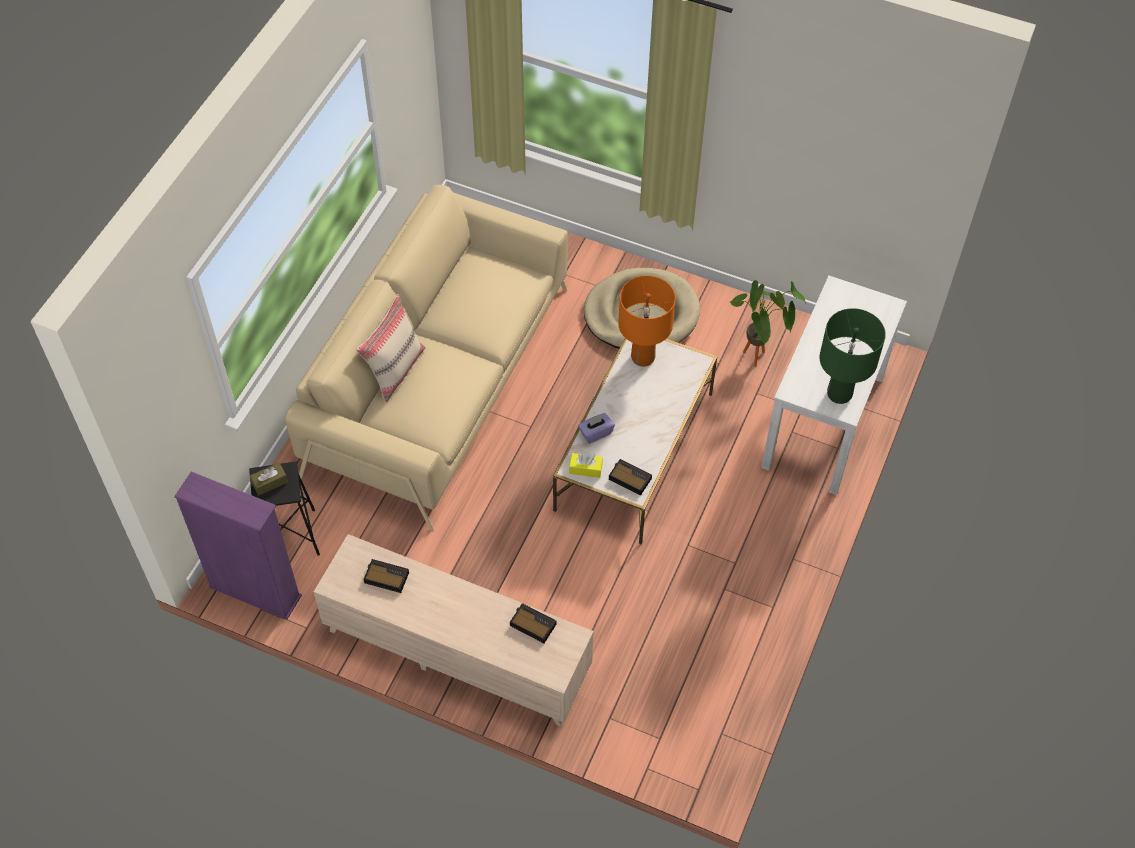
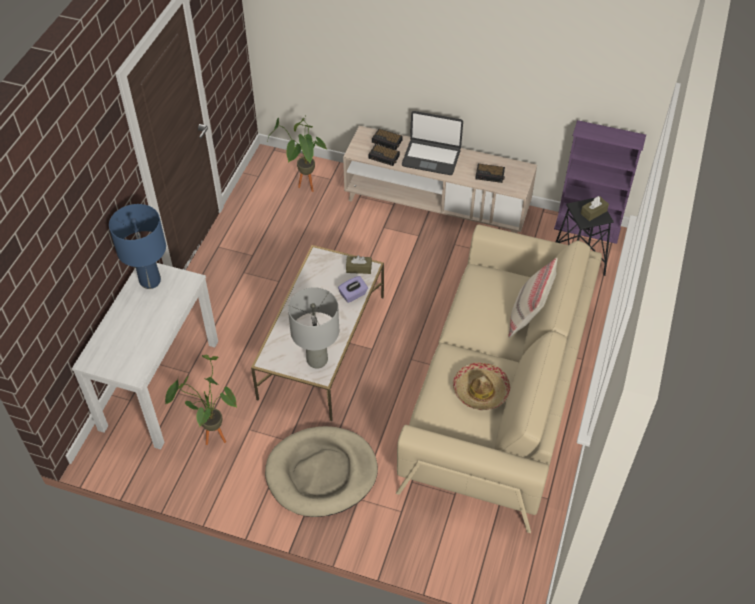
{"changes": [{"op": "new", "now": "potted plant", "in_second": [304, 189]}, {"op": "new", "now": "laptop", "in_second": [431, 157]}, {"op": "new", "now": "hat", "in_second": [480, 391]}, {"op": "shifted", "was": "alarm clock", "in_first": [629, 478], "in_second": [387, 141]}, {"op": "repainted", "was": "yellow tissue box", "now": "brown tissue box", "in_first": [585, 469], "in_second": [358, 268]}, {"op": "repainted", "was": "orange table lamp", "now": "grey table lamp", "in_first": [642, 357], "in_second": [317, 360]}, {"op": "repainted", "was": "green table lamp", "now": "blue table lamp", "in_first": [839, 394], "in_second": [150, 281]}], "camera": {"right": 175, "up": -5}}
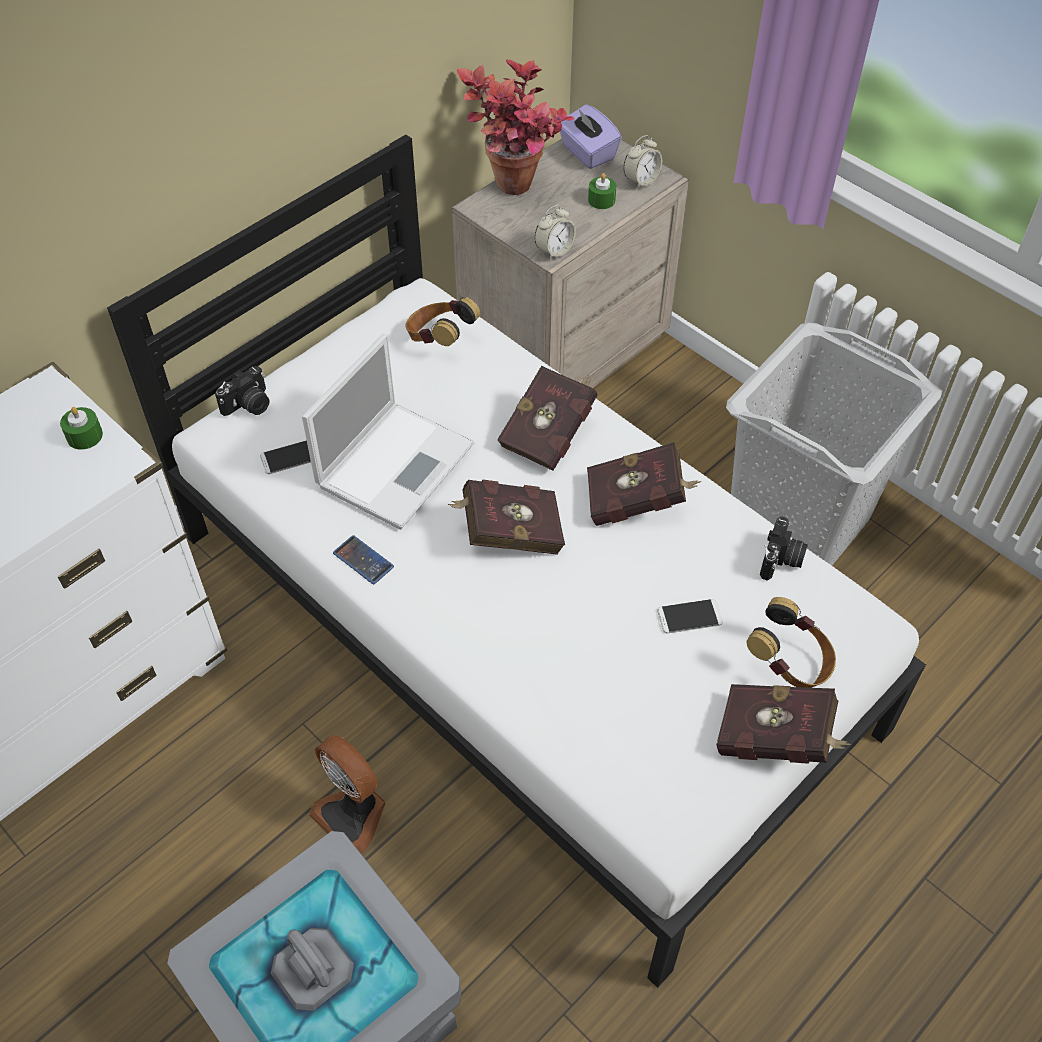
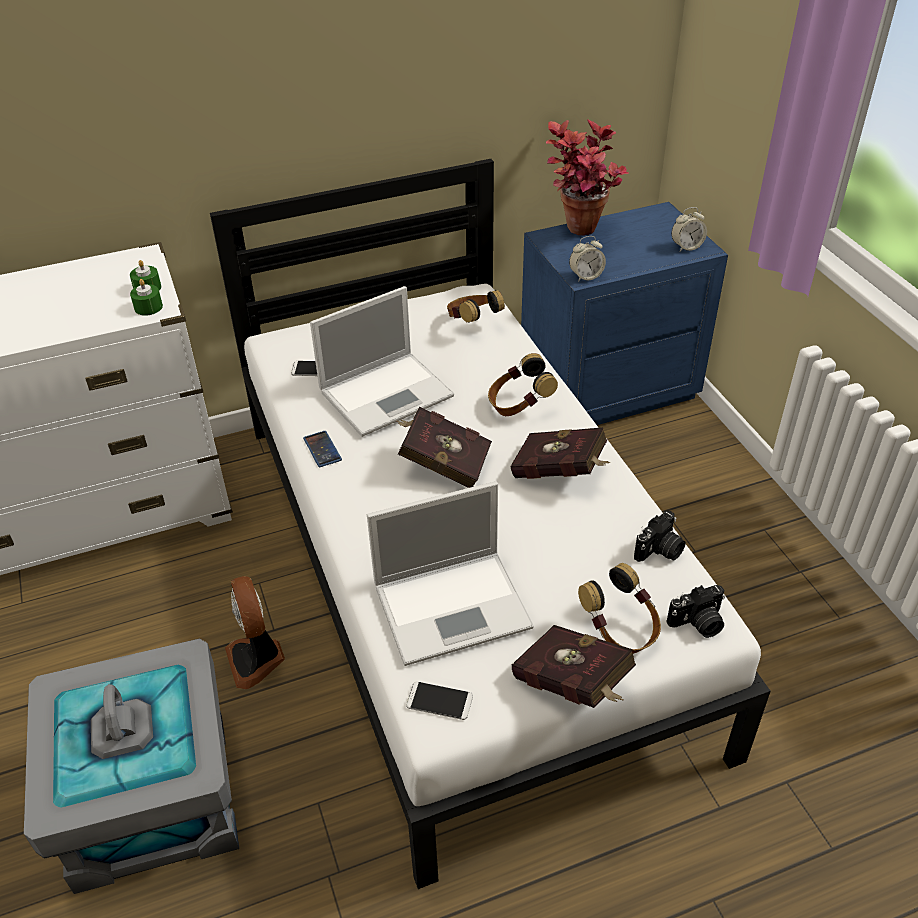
{"changes": [{"op": "gone", "was": "purple tissue box", "in_first": [587, 153]}, {"op": "gone", "was": "grey laundry basket", "in_first": [800, 520]}, {"op": "new", "now": "laptop", "in_second": [455, 605]}, {"op": "shifted", "was": "photo camera", "in_first": [249, 405], "in_second": [698, 623]}, {"op": "shifted", "was": "green candle", "in_first": [601, 200], "in_second": [148, 307]}, {"op": "shifted", "was": "phone", "in_first": [689, 617], "in_second": [439, 701]}, {"op": "swapped", "was": "red book", "now": "headphones", "in_first": [550, 433], "in_second": [519, 405]}, {"op": "repainted", "was": "beige nightstand", "now": "blue nightstand", "in_first": [562, 348], "in_second": [607, 386]}], "camera": {"right": 25, "up": -10}}
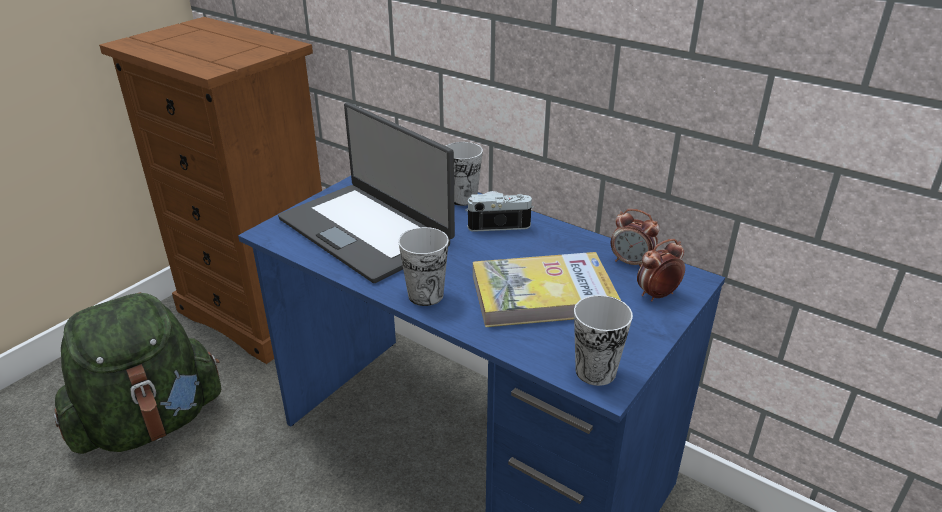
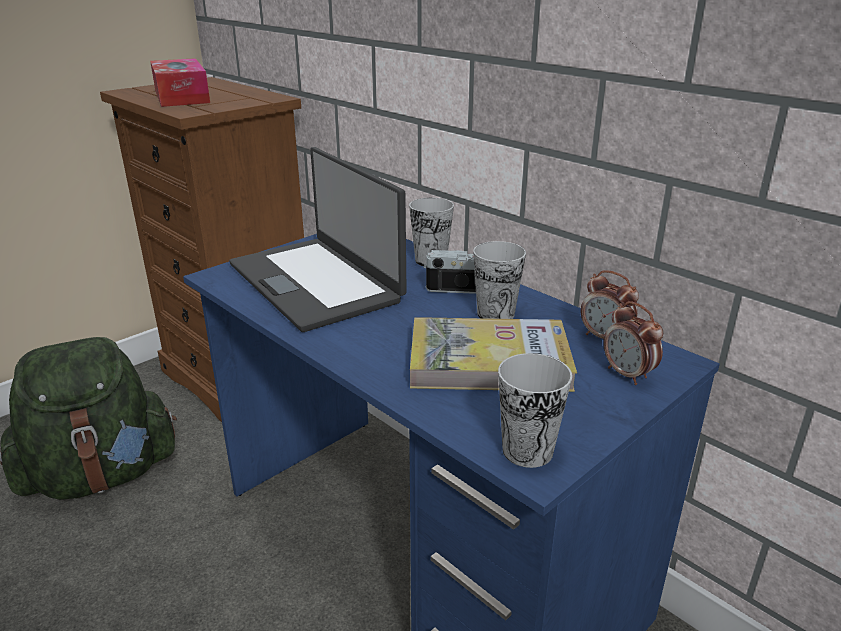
{"changes": [{"op": "new", "now": "tissue box", "in_second": [181, 96]}, {"op": "shifted", "was": "cup", "in_first": [425, 295], "in_second": [495, 314]}, {"op": "rotated", "was": "alarm clock", "in_first": [657, 295], "in_second": [628, 374], "clockwise": -105}], "camera": {"right": 10, "up": -5}}
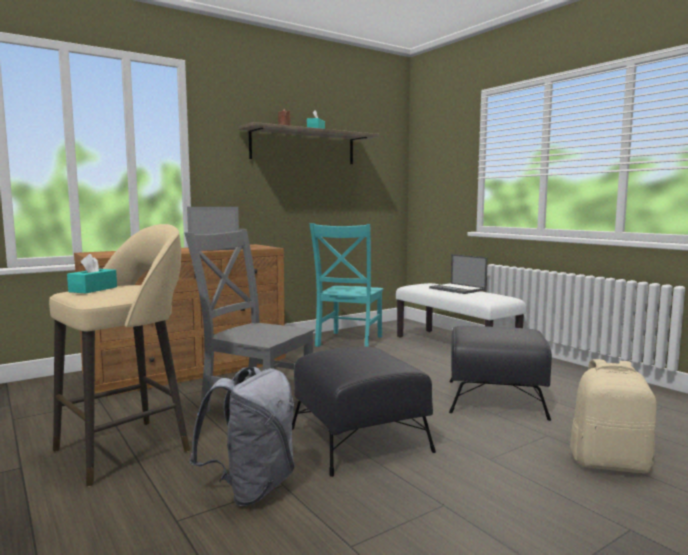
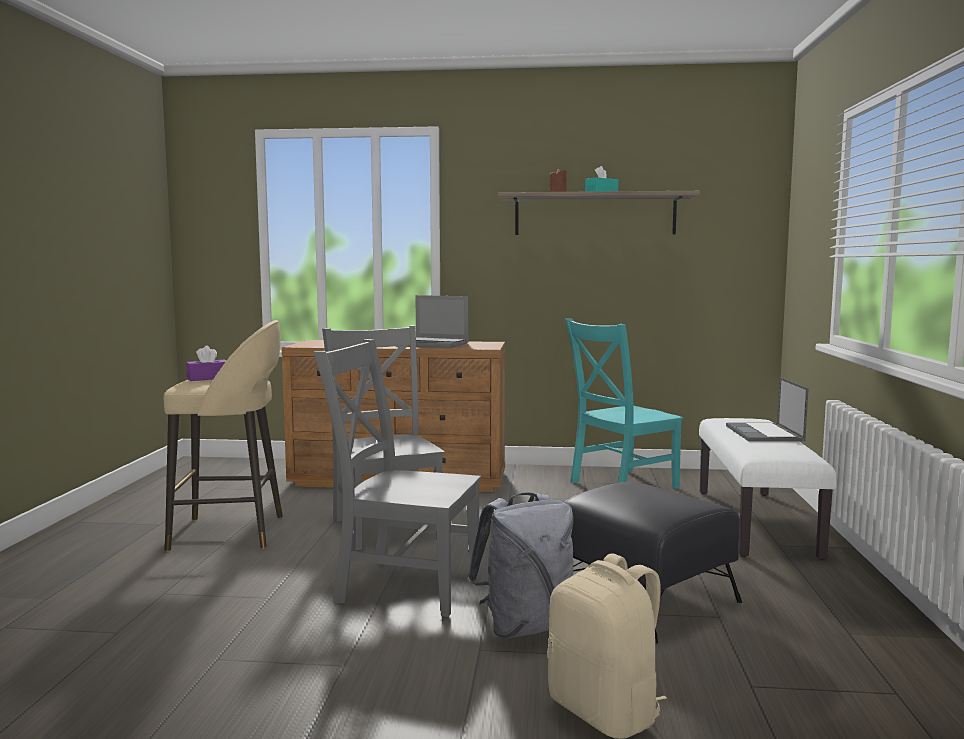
{"changes": [{"op": "shifted", "was": "grey backpack", "in_first": [251, 488], "in_second": [525, 626]}, {"op": "swapped", "was": "black ottoman", "now": "grey chair", "in_first": [359, 439], "in_second": [403, 585]}, {"op": "repainted", "was": "turquoise tissue box", "now": "purple tissue box", "in_first": [93, 289], "in_second": [208, 378]}], "camera": {"right": 40, "up": 0}}
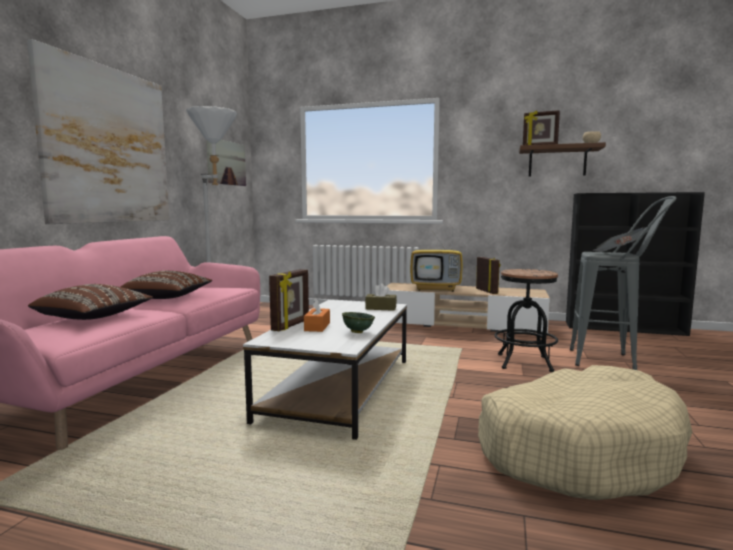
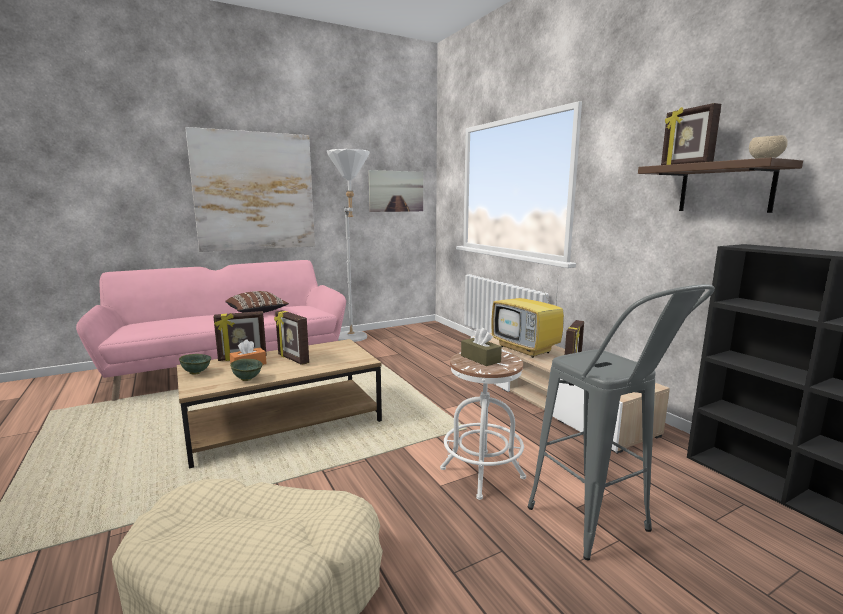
{"changes": [{"op": "gone", "was": "brown pillow", "in_first": [94, 317]}, {"op": "gone", "was": "newspaper", "in_first": [618, 254]}, {"op": "new", "now": "green bowl", "in_second": [196, 372]}, {"op": "new", "now": "picture frame", "in_second": [292, 359]}, {"op": "shifted", "was": "brown tissue box", "in_first": [381, 308], "in_second": [480, 359]}, {"op": "repainted", "was": "white coffee table", "now": "brown coffee table", "in_first": [339, 388], "in_second": [284, 423]}, {"op": "repainted", "was": "black stool", "now": "white stool", "in_first": [524, 362], "in_second": [482, 473]}], "camera": {"right": 45, "up": 5}}
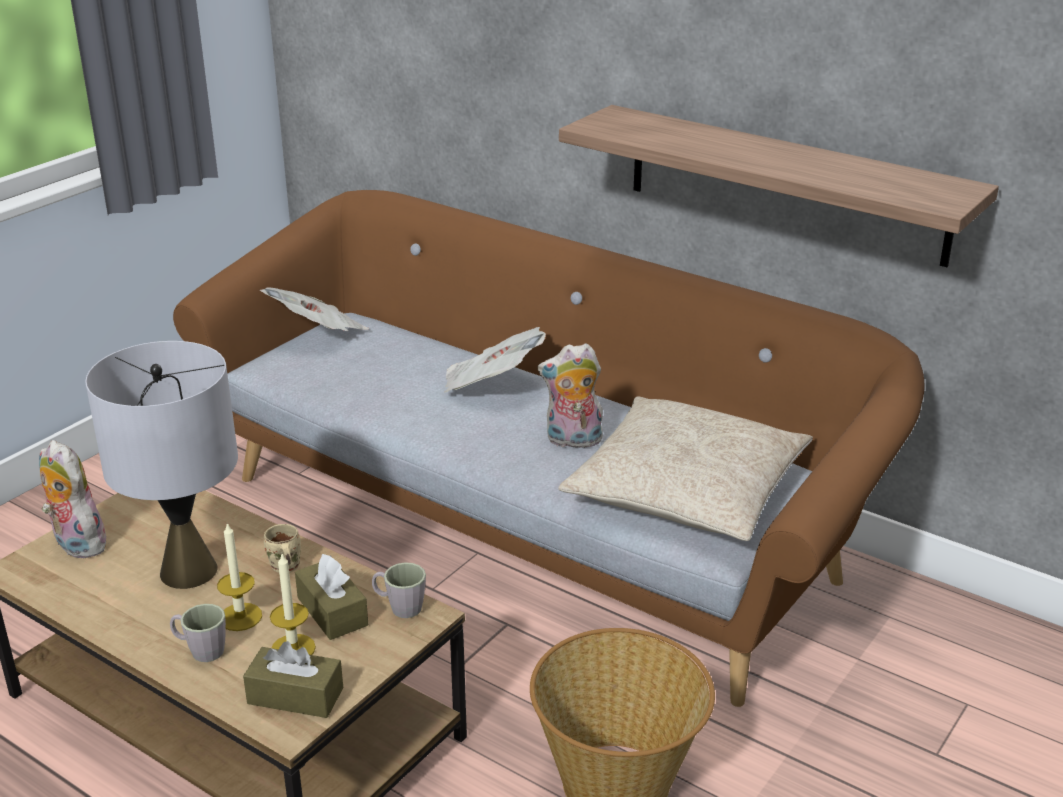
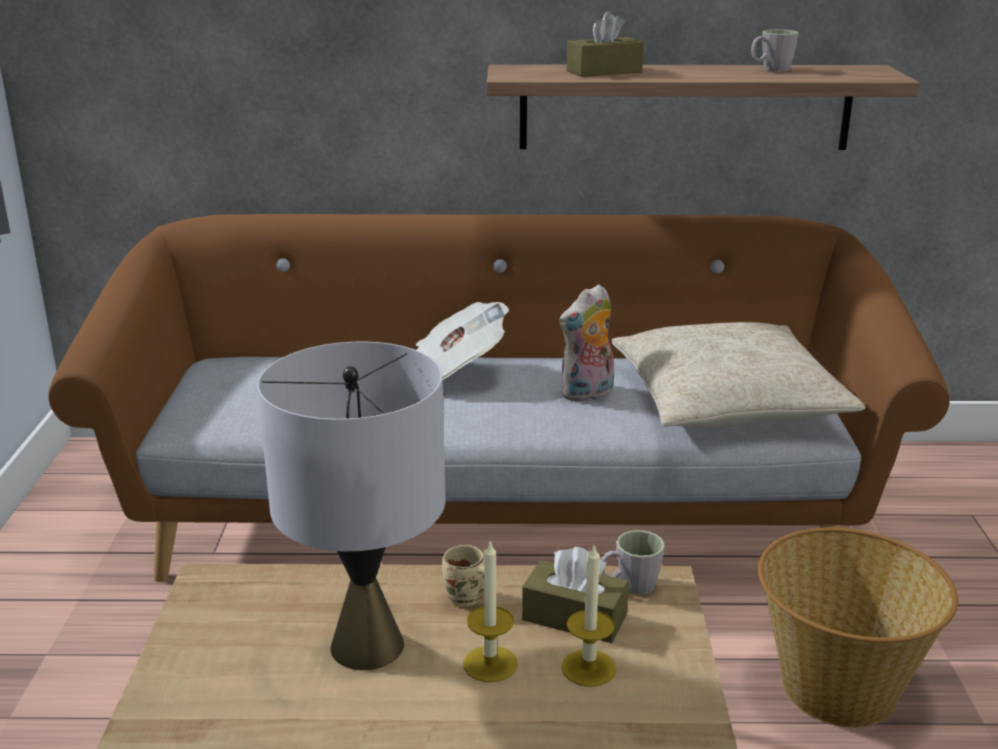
{"changes": [{"op": "gone", "was": "plush toy", "in_first": [76, 544]}, {"op": "gone", "was": "newspaper", "in_first": [317, 333]}, {"op": "shifted", "was": "grey mug", "in_first": [200, 650], "in_second": [770, 69]}, {"op": "shifted", "was": "brown tissue box", "in_first": [295, 696], "in_second": [604, 71]}], "camera": {"right": -35, "up": -5}}
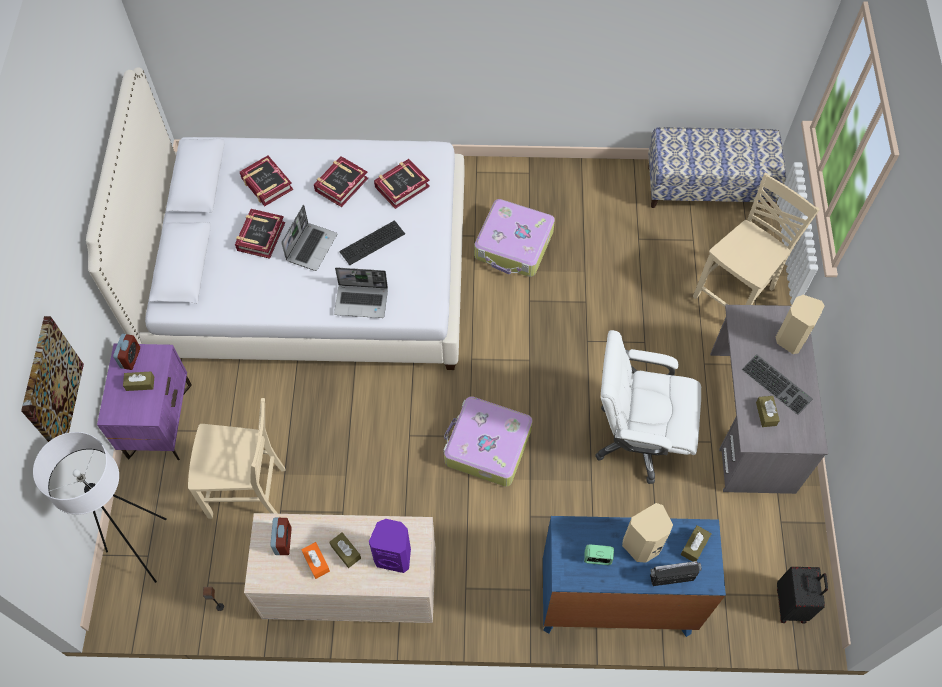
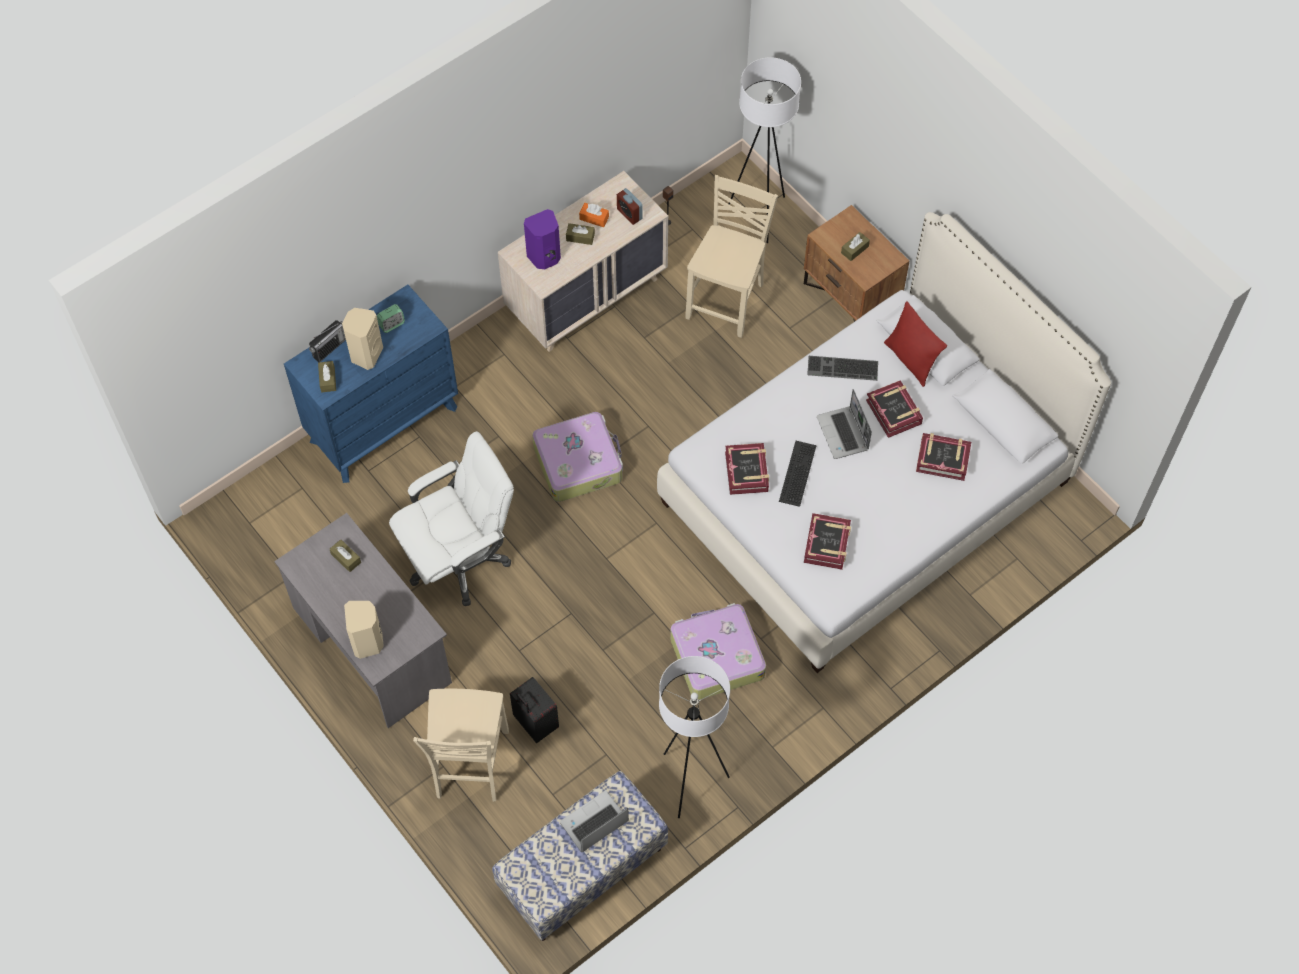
{"changes": [{"op": "gone", "was": "picture", "in_first": [50, 386]}, {"op": "gone", "was": "alarm clock", "in_first": [130, 358]}, {"op": "new", "now": "white floor lamp", "in_second": [690, 781]}, {"op": "new", "now": "red pillow", "in_second": [910, 360]}, {"op": "shifted", "was": "book", "in_first": [341, 184], "in_second": [747, 472]}, {"op": "shifted", "was": "laptop", "in_first": [362, 301], "in_second": [594, 823]}, {"op": "shifted", "was": "keyboard", "in_first": [778, 384], "in_second": [842, 369]}, {"op": "shifted", "was": "black suitcase", "in_first": [792, 604], "in_second": [534, 724]}, {"op": "repainted", "was": "purple nightstand", "now": "brown nightstand", "in_first": [159, 420], "in_second": [851, 296]}, {"op": "rotated", "was": "beige chair", "in_first": [249, 492], "in_second": [727, 301], "clockwise": 150}], "camera": {"right": 140, "up": 0}}
